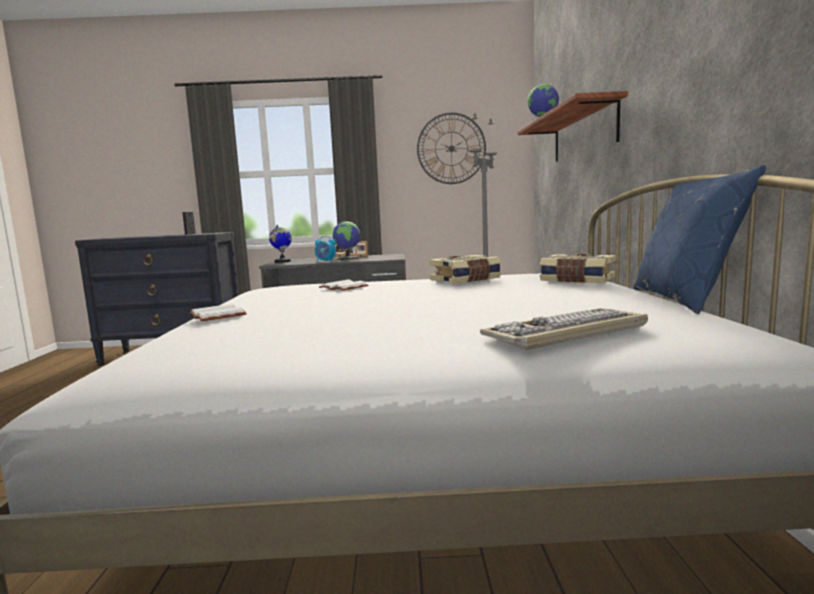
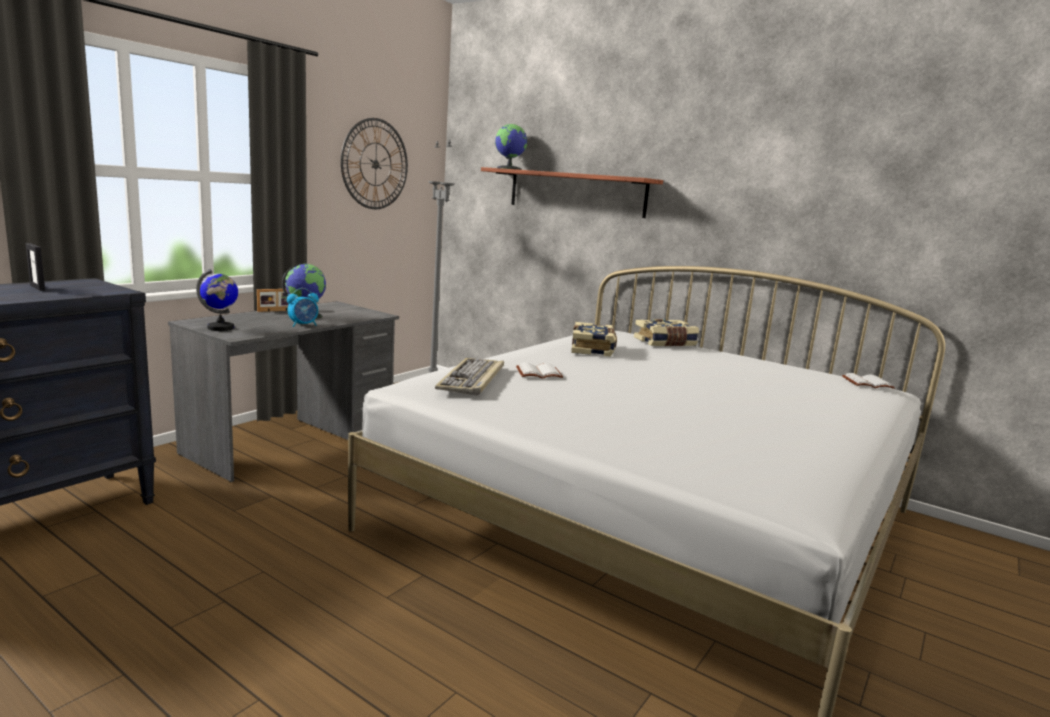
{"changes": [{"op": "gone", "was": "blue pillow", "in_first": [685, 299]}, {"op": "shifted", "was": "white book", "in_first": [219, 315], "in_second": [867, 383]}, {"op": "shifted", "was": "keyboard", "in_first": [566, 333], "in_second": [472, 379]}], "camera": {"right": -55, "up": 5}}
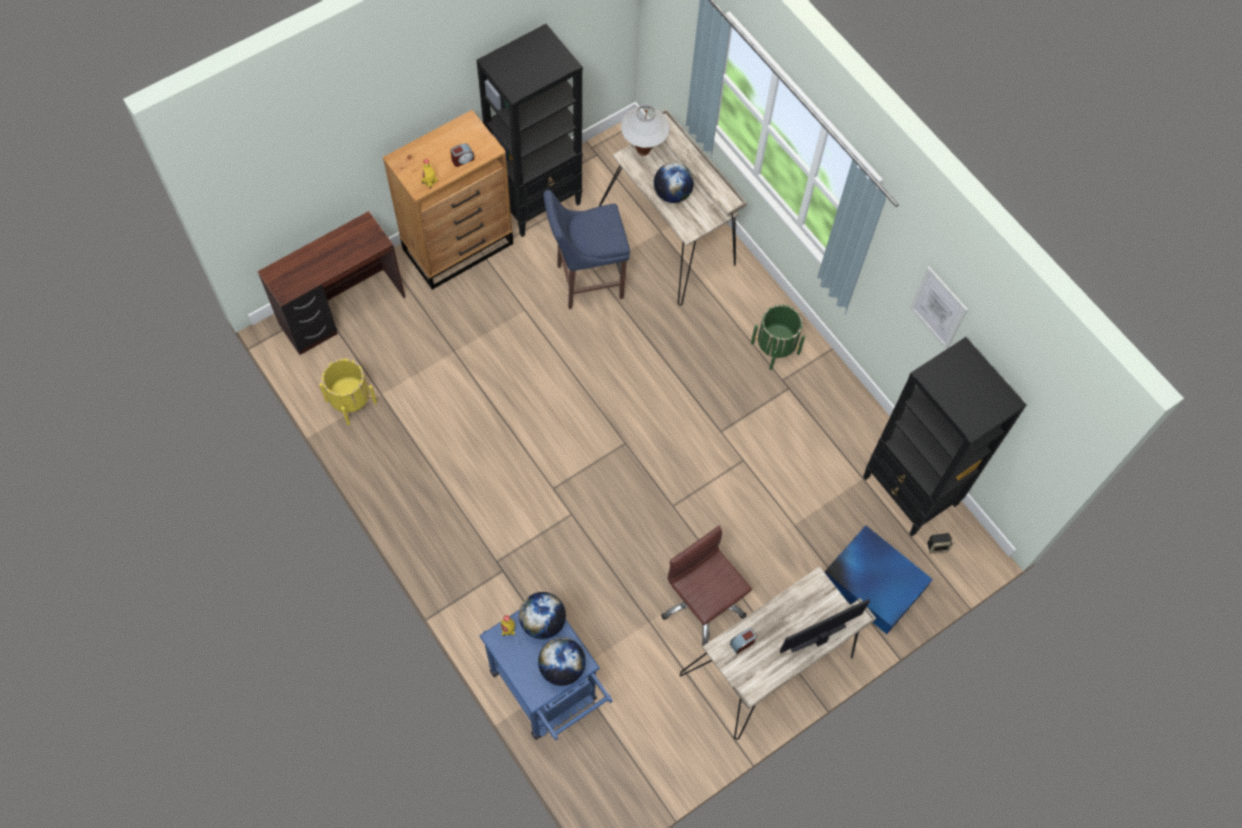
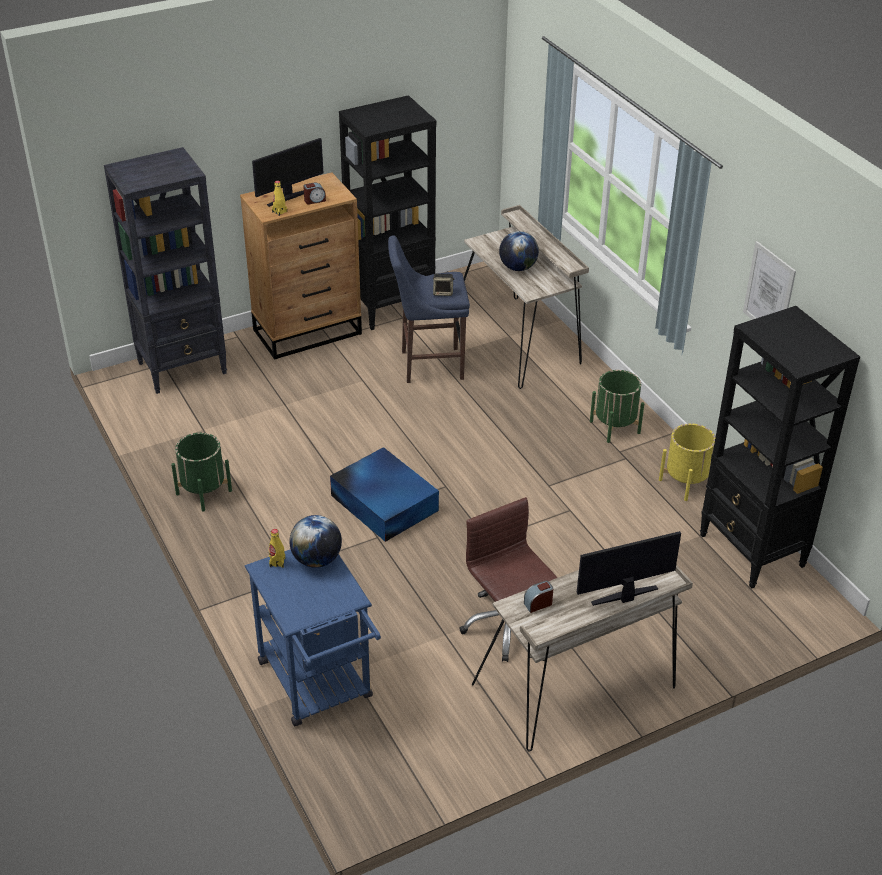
{"changes": [{"op": "gone", "was": "globe", "in_first": [562, 667]}, {"op": "gone", "was": "white table lamp", "in_first": [643, 151]}, {"op": "new", "now": "green planter", "in_second": [204, 492]}, {"op": "new", "now": "monitor", "in_second": [289, 197]}, {"op": "shifted", "was": "yellow planter", "in_first": [351, 401], "in_second": [686, 482]}, {"op": "shifted", "was": "blue storage box", "in_first": [873, 582], "in_second": [384, 502]}, {"op": "shifted", "was": "speaker", "in_first": [937, 546], "in_second": [443, 292]}, {"op": "swapped", "was": "brown desk", "now": "black bookcase", "in_first": [343, 311], "in_second": [183, 368]}], "camera": {"right": 10, "up": -25}}
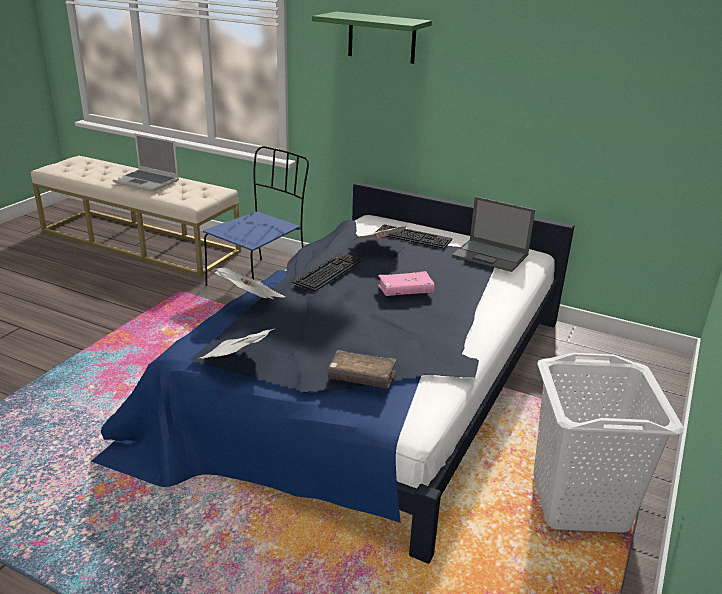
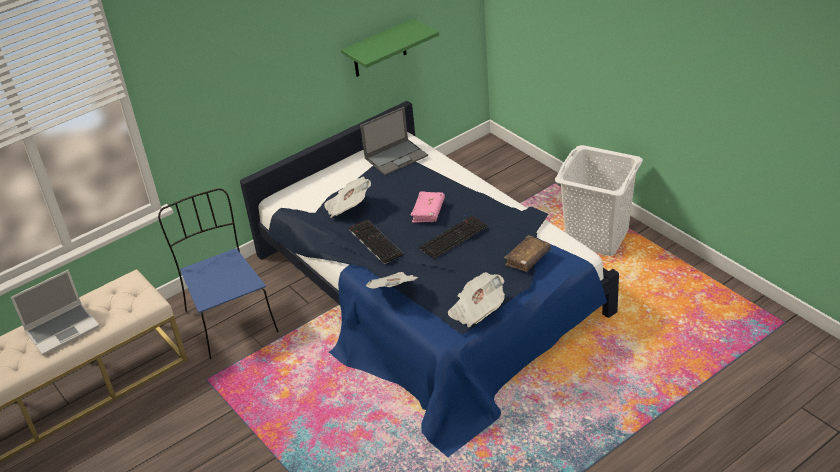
{"changes": [{"op": "shifted", "was": "green shelf", "in_first": [381, 38], "in_second": [379, 49]}, {"op": "shifted", "was": "keyboard", "in_first": [414, 237], "in_second": [453, 236]}], "camera": {"right": -60, "up": 10}}
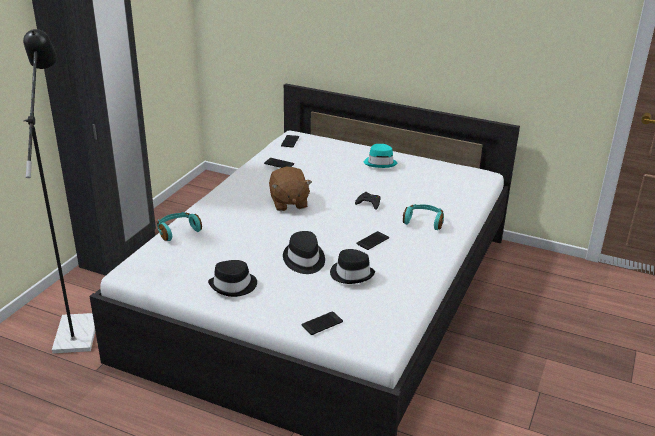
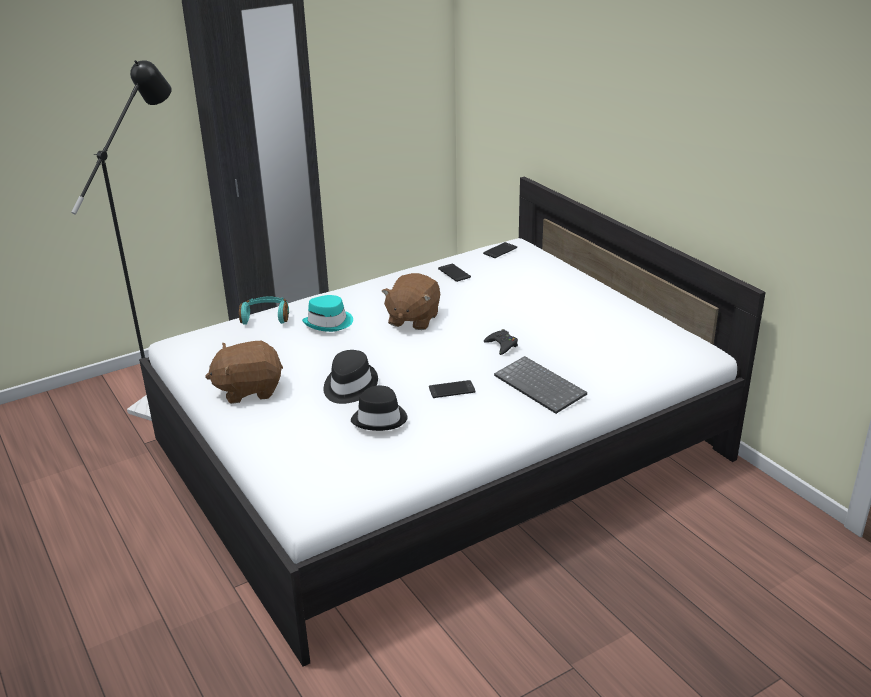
{"changes": [{"op": "gone", "was": "phone", "in_first": [322, 323]}, {"op": "shifted", "was": "turquoise hat", "in_first": [380, 163], "in_second": [329, 323]}, {"op": "swapped", "was": "black hat", "now": "brown plush toy", "in_first": [234, 286], "in_second": [249, 390]}, {"op": "swapped", "was": "turquoise headphones", "now": "keyboard", "in_first": [423, 222], "in_second": [541, 386]}], "camera": {"right": 35, "up": 0}}
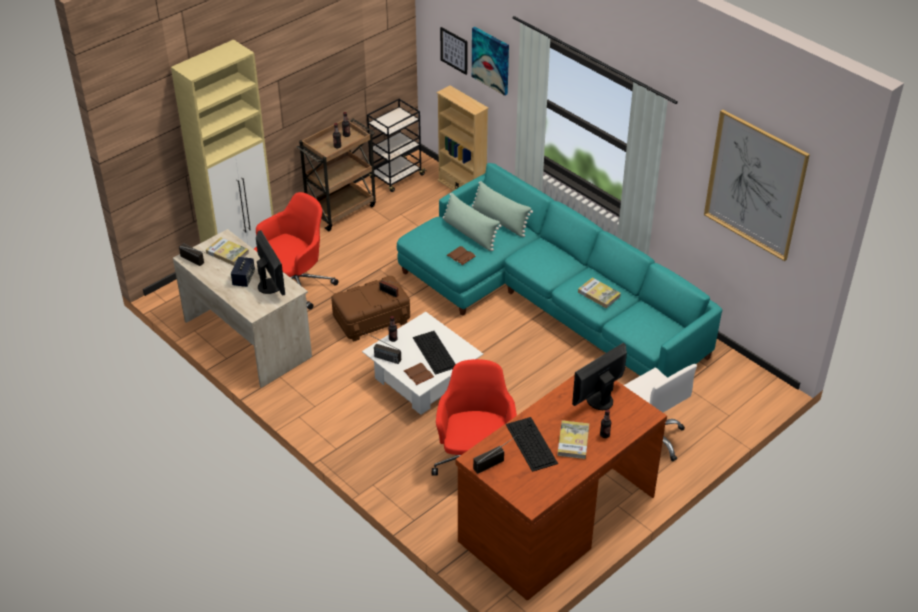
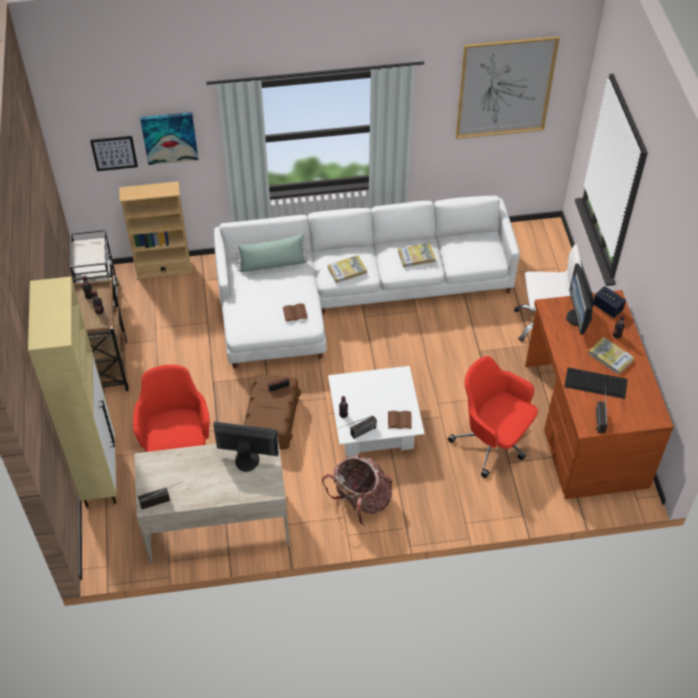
{"changes": [{"op": "gone", "was": "keyboard", "in_first": [434, 352]}, {"op": "gone", "was": "green pillow", "in_first": [469, 233]}, {"op": "new", "now": "backpack", "in_second": [361, 500]}, {"op": "shifted", "was": "book", "in_first": [227, 253], "in_second": [347, 270]}, {"op": "shifted", "was": "speaker", "in_first": [244, 279], "in_second": [607, 308]}, {"op": "repainted", "was": "turquoise sofa", "now": "white sofa", "in_first": [547, 298], "in_second": [349, 294]}], "camera": {"right": -55, "up": 10}}
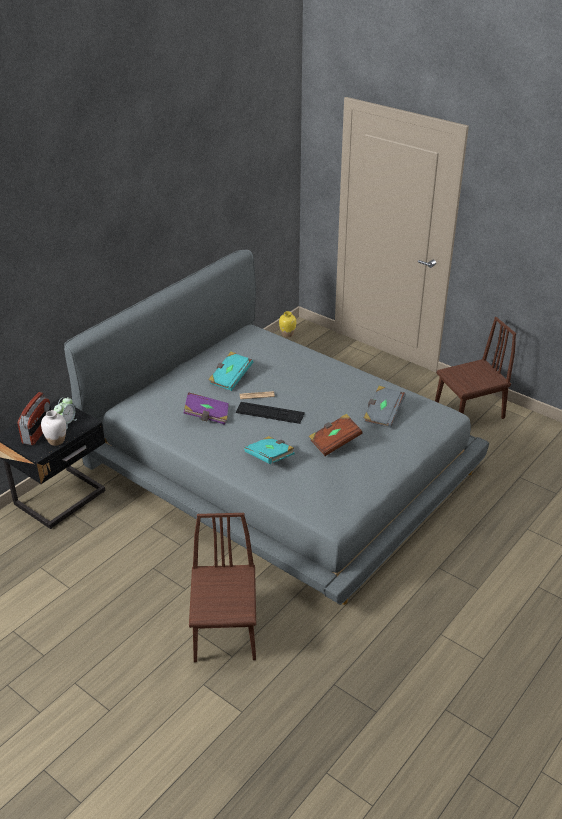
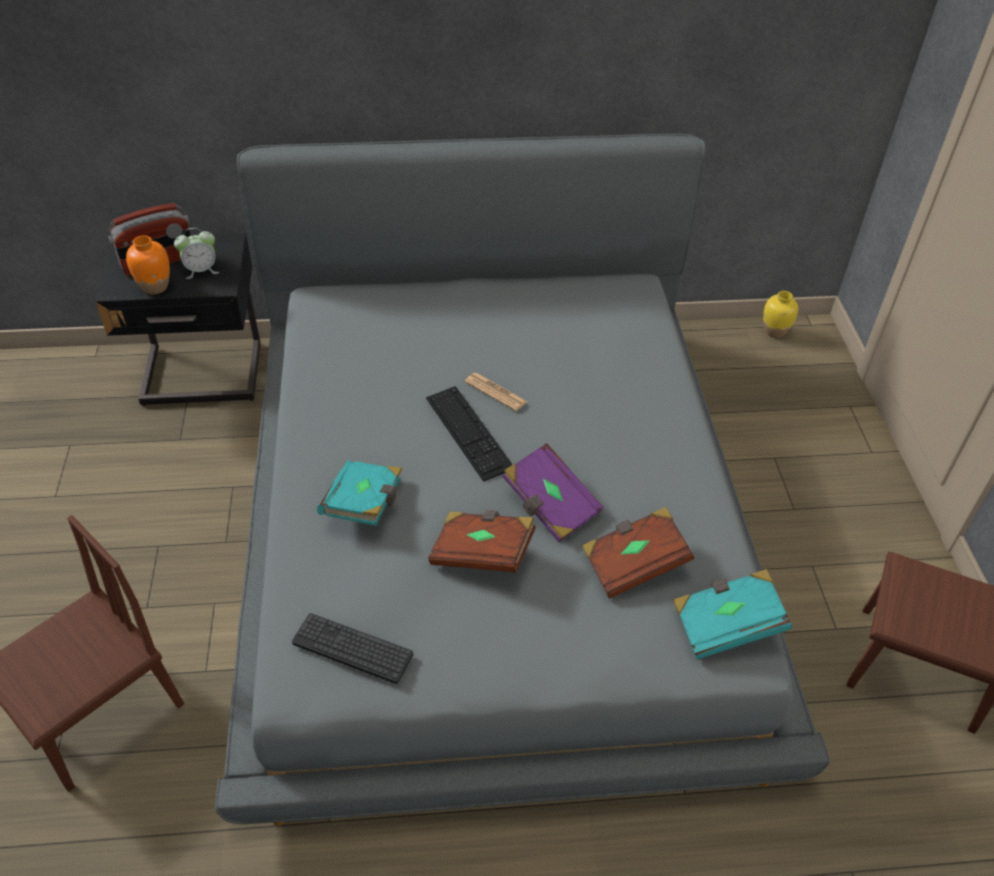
{"changes": [{"op": "new", "now": "keyboard", "in_second": [352, 648]}, {"op": "shifted", "was": "purple book", "in_first": [207, 416], "in_second": [550, 505]}, {"op": "shifted", "was": "turquoise book", "in_first": [230, 378], "in_second": [726, 624]}, {"op": "repainted", "was": "white vase", "now": "orange vase", "in_first": [56, 441], "in_second": [155, 287]}, {"op": "repainted", "was": "grey book", "now": "brown book", "in_first": [383, 414], "in_second": [634, 563]}], "camera": {"right": 45, "up": 10}}
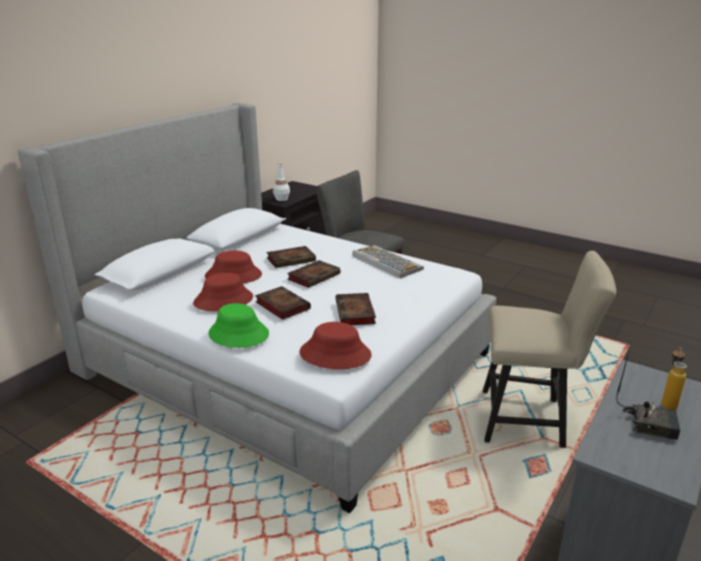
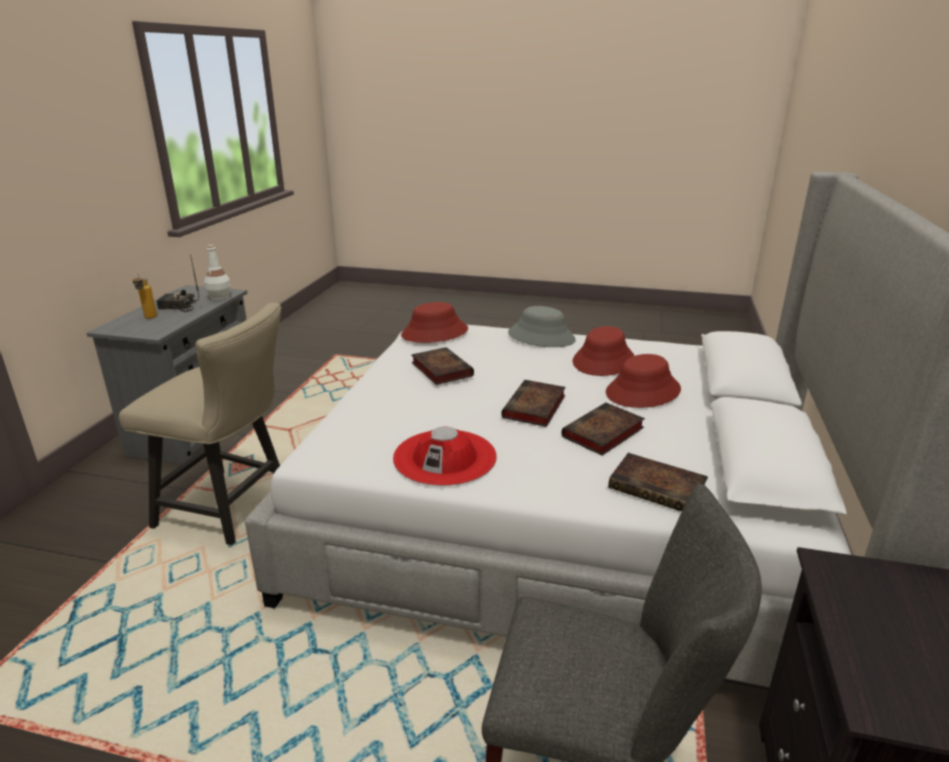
{"changes": [{"op": "shifted", "was": "book", "in_first": [281, 305], "in_second": [659, 488]}, {"op": "shifted", "was": "white bottle", "in_first": [282, 199], "in_second": [219, 297]}, {"op": "swapped", "was": "keyboard", "now": "red hat", "in_first": [386, 262], "in_second": [445, 457]}, {"op": "repainted", "was": "green hat", "now": "grey hat", "in_first": [238, 334], "in_second": [541, 337]}, {"op": "rotated", "was": "beige chair", "in_first": [529, 420], "in_second": [232, 510], "clockwise": -150}], "camera": {"right": 160, "up": 0}}
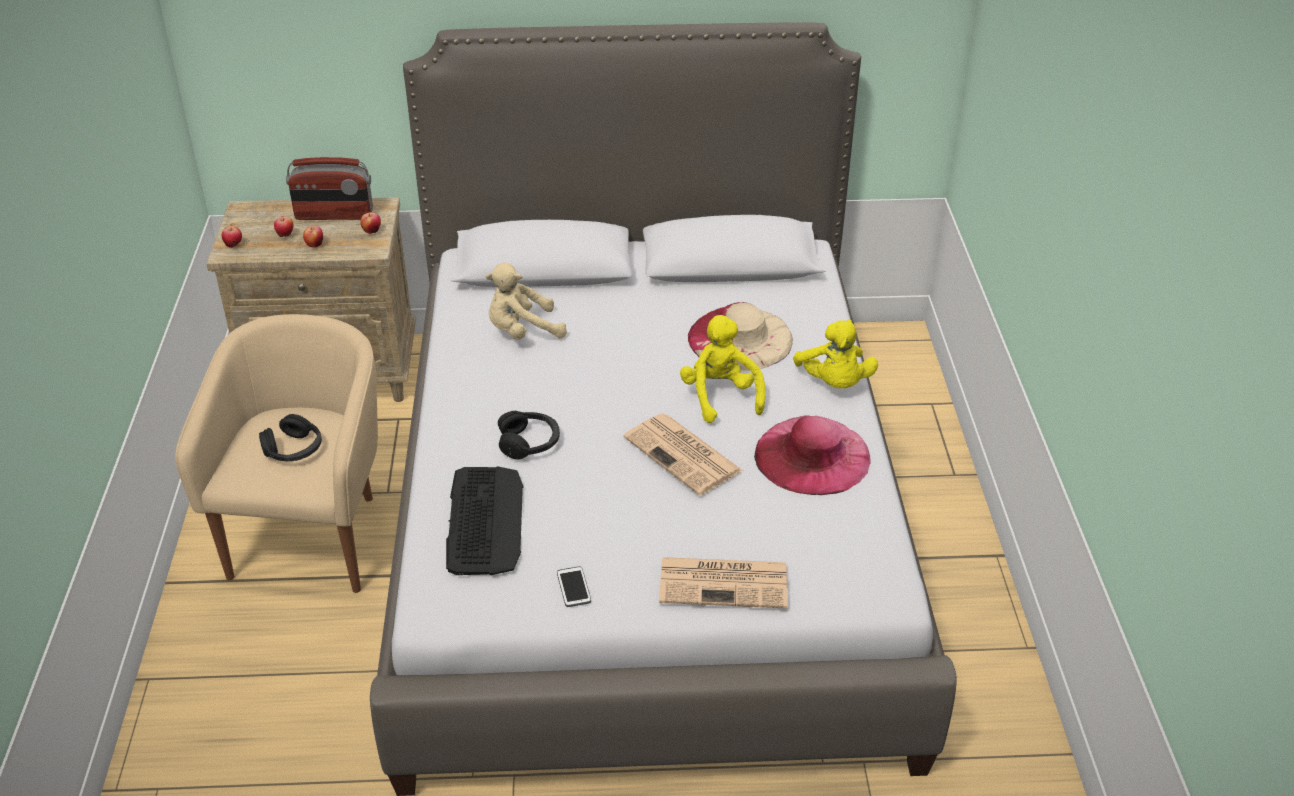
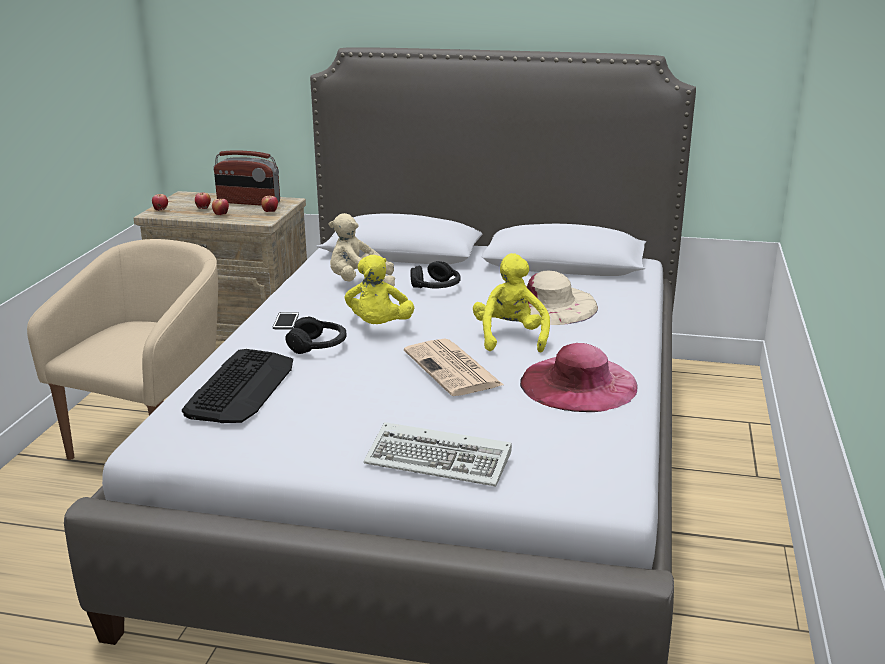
{"changes": [{"op": "shifted", "was": "black headphones", "in_first": [293, 449], "in_second": [436, 287]}, {"op": "shifted", "was": "phone", "in_first": [573, 587], "in_second": [286, 321]}, {"op": "shifted", "was": "yellow plush toy", "in_first": [834, 383], "in_second": [379, 327]}, {"op": "swapped", "was": "newspaper", "now": "keyboard", "in_first": [725, 582], "in_second": [442, 460]}], "camera": {"right": 15, "up": -15}}
